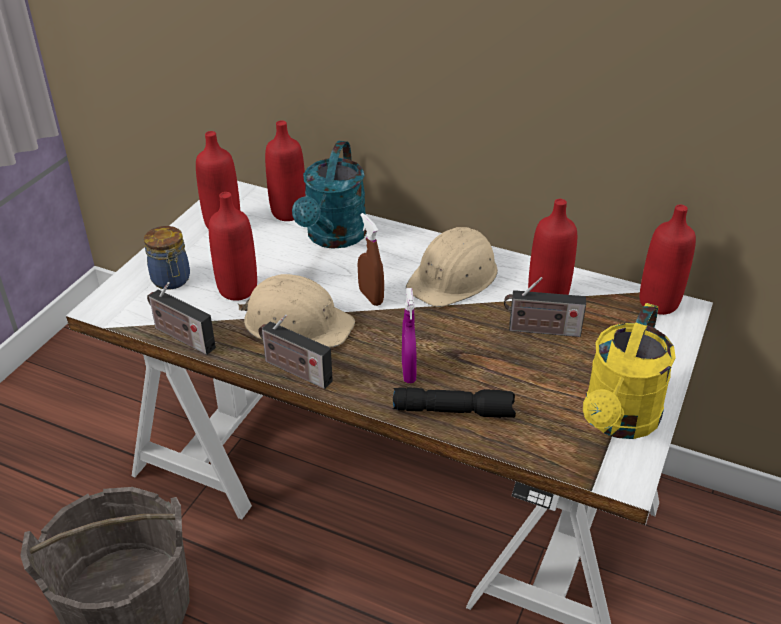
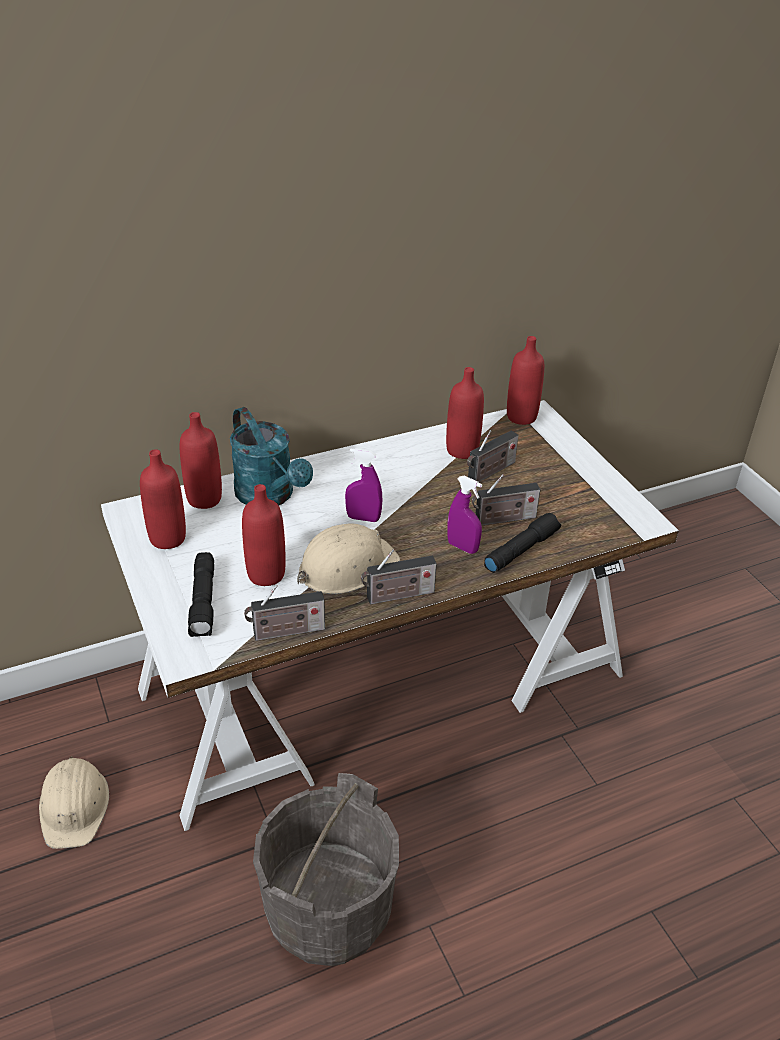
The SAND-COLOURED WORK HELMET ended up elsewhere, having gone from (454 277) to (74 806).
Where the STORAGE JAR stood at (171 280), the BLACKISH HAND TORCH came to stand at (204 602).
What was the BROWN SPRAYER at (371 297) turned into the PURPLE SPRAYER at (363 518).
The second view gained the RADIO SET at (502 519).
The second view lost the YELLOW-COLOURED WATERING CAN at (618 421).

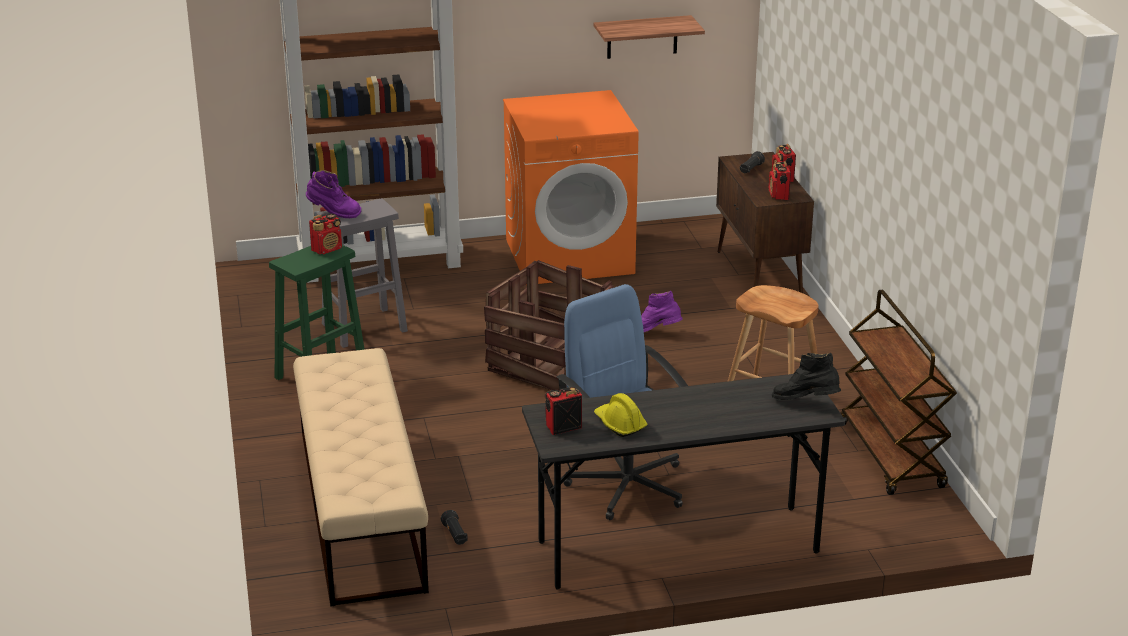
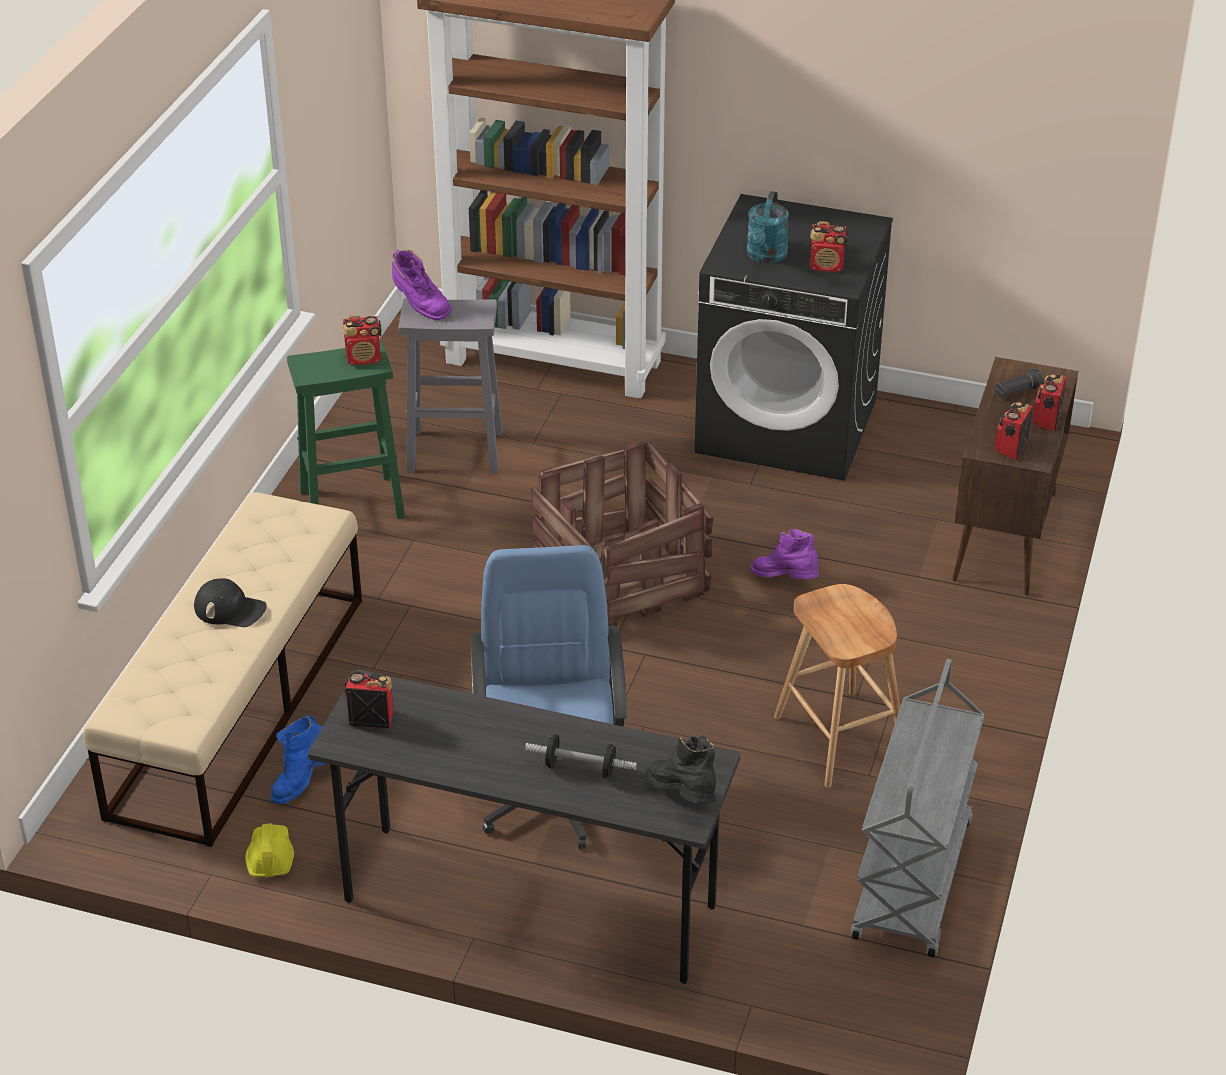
The second view gained the BLACKISH PEAKED CAP at (230 609).
The YELLOW-COLOURED WORK HELMET ended up elsewhere, having gone from (619 424) to (270 857).
Where the BLACKISH HAND TORCH stood at (455 535), the BLUISH TALL BOOT came to stand at (304 782).
The second view gained the HAND WEIGHT at (580 768).
What was the ORANGE-COLOURED LAUNDRY MACHINE at (570 256) turned into the BLACKISH LAUNDRY MACHINE at (788 425).
The second view gained the BLUE-GREEN WATERING CAN at (765 257).
The second view gained the RADIO SET at (827 266).
What was the BROWN CART at (891 456) turned into the GREYISH CART at (913 882).
The second view lost the SHELF at (642 37).

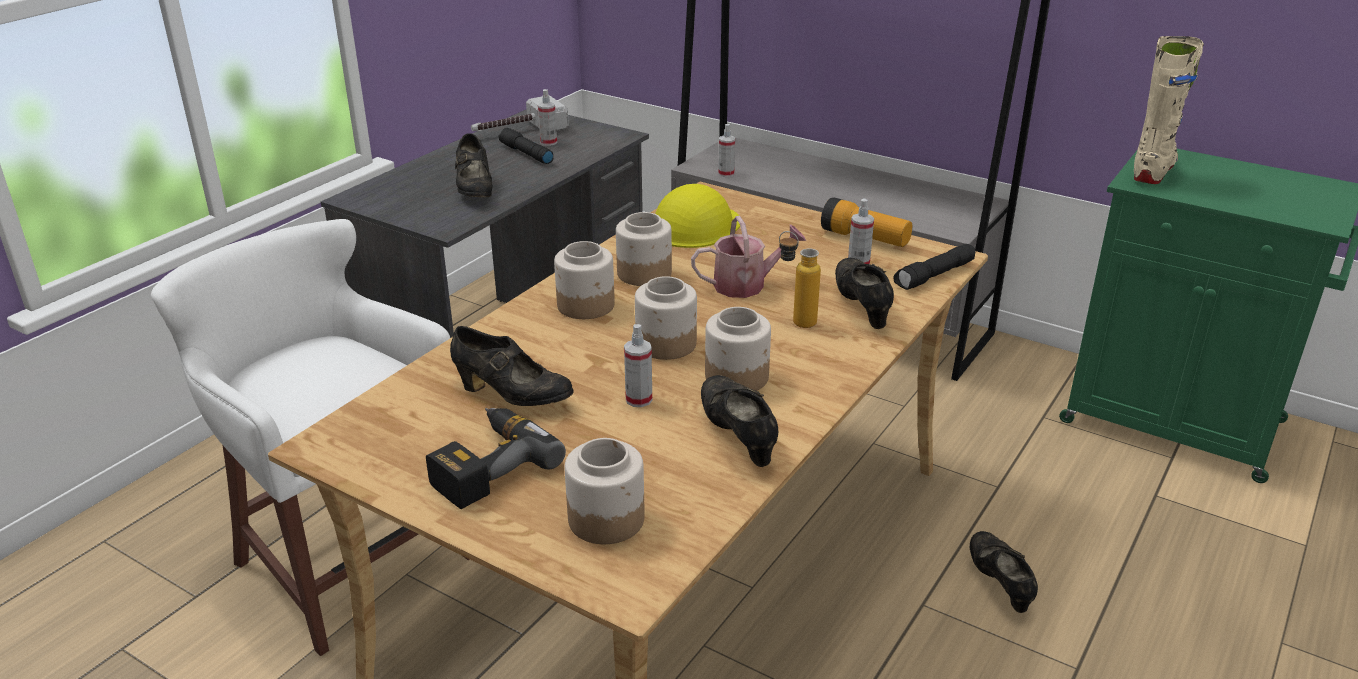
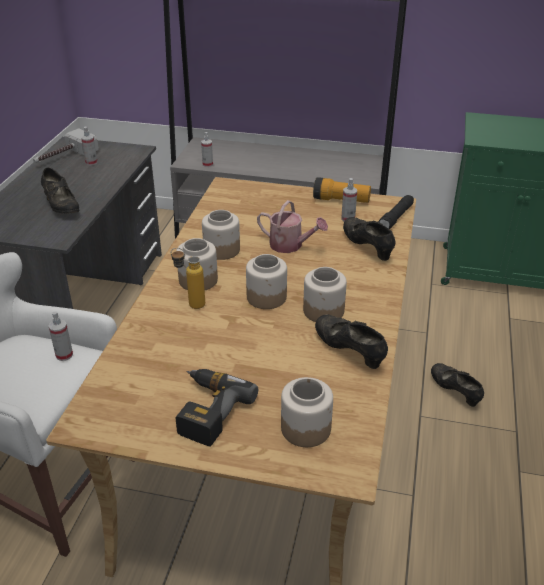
The SPRAYER ended up elsewhere, having gone from (639 399) to (64 355).
The BOTTLE ended up elsewhere, having gone from (795 320) to (190 304).
The WATERING CAN at (746 285) ended up facing another way, 60 degrees clockwise from before.
The second view lost the BLACKISH ITEM OF FOOTWEAR at (512 396).
The second view lost the BLACKISH HAND TORCH at (525 154).
The second view lost the YELLOW-COLOURED WORK HELMET at (695 226).
The second view lost the SAND-COLOURED TALL BOOT at (1153 170).

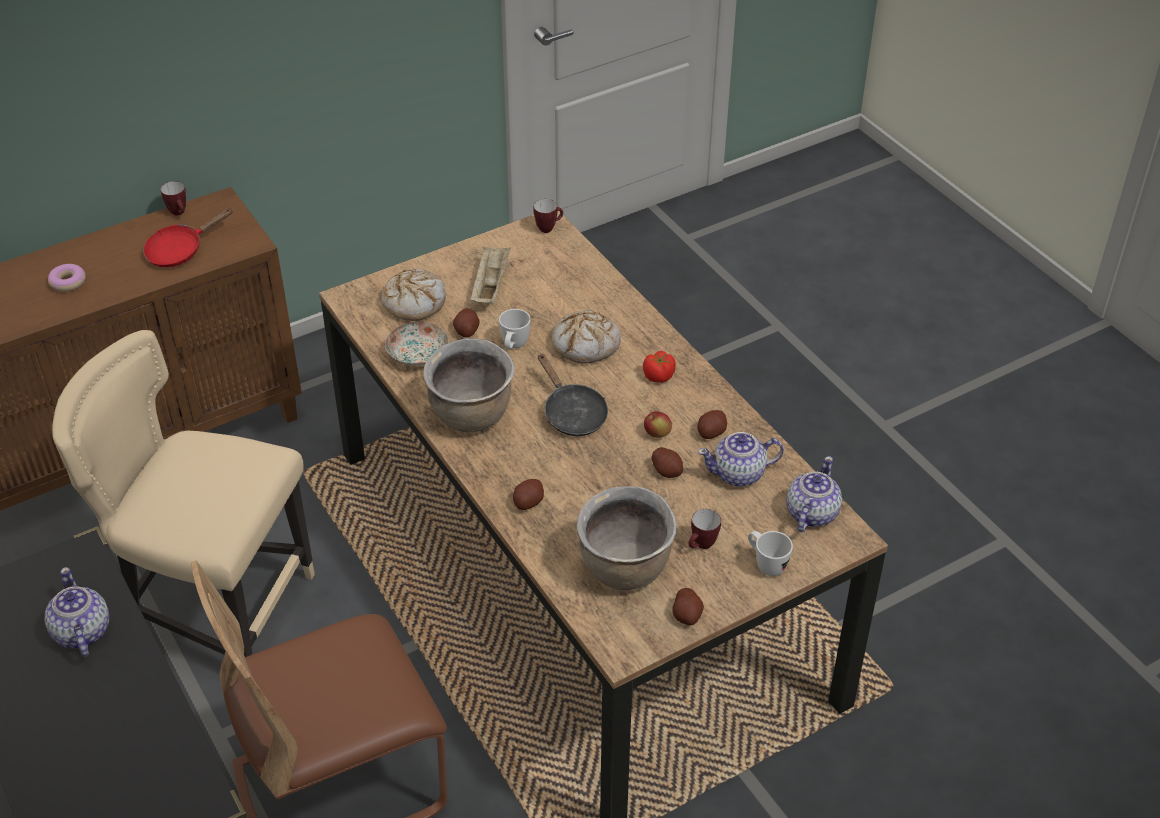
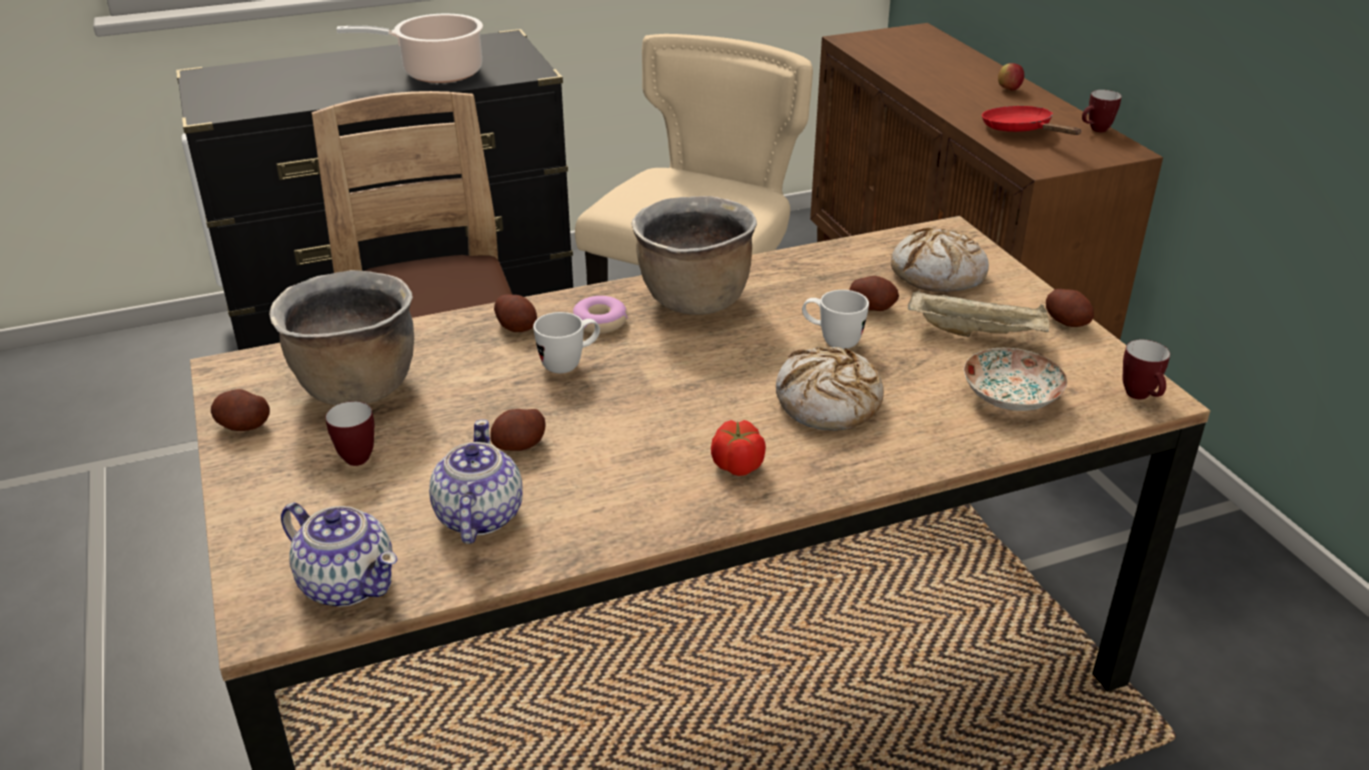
Where the TEA POT stood at (81 632), the STOCKPOT came to stand at (437 73).
The WHITE COFFEE MUG ended up elsewhere, having gone from (765 564) to (569 364).
The DOUGHNUT ended up elsewhere, having gone from (68 282) to (600 322).
The FLAT DISH ended up elsewhere, having gone from (418 353) to (1012 396).
The APPLE FRUIT ended up elsewhere, having gone from (657 434) to (1009 89).
The POTATO ended up elsewhere, having gone from (711 432) to (1067 322).
The second view lost the BLACKISH FRYING PAN at (572 413).

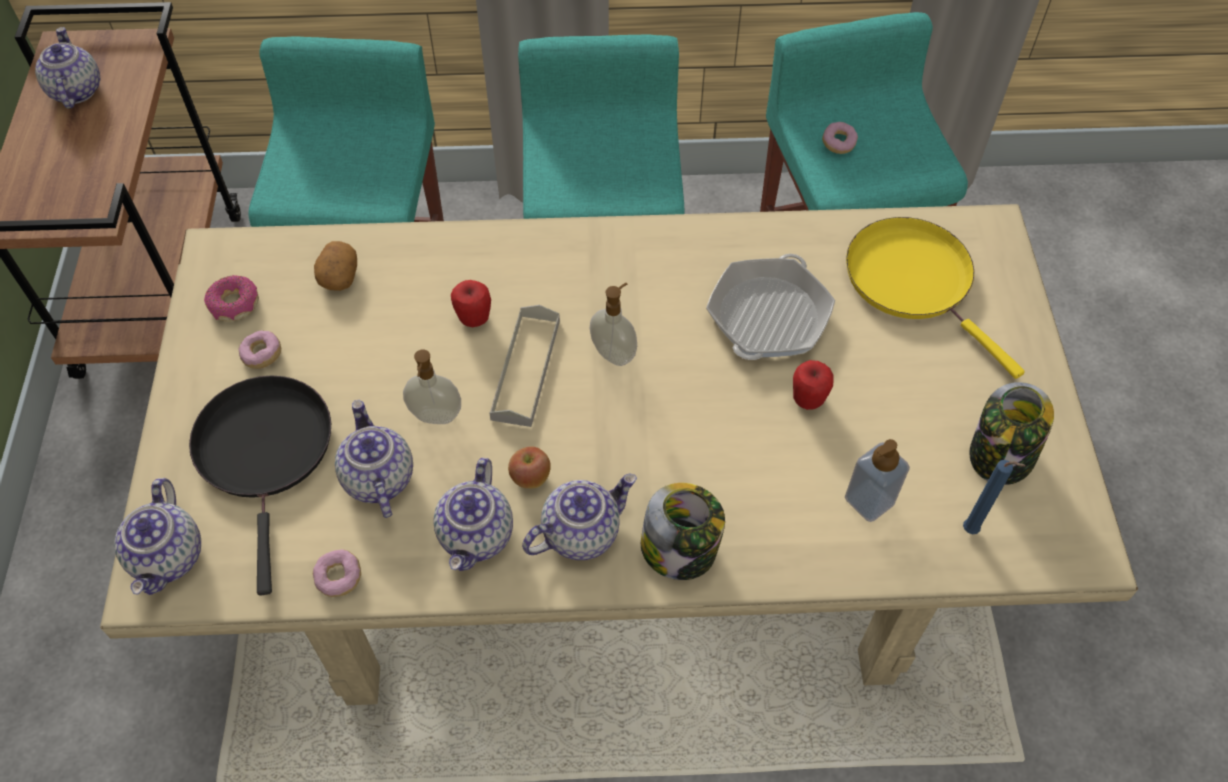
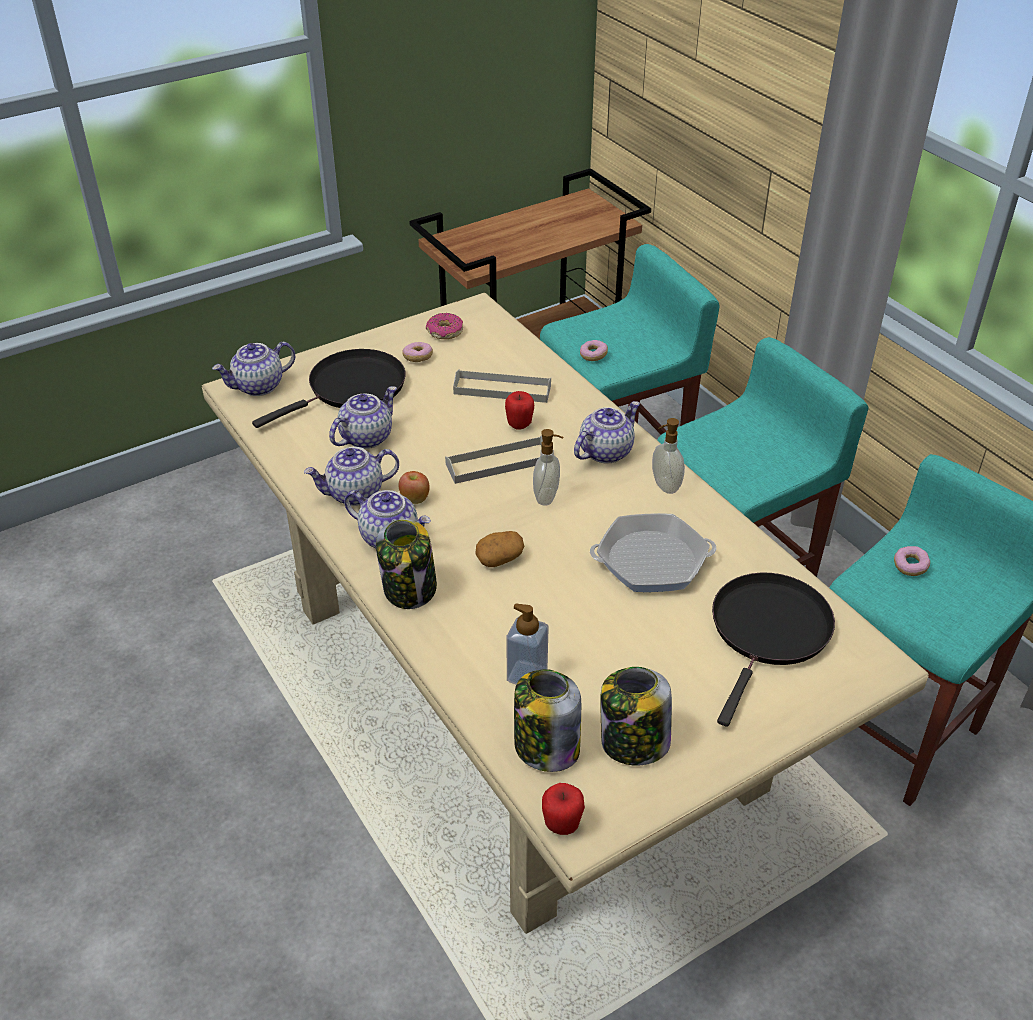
The second view gained the GREYISH TRAY at (502 389).
The POTATO ended up elsewhere, having gone from (338 275) to (499 558).
Where the BLUISH CANDLE stood at (972 531), the STORAGE JAR came to stand at (545 747).
The APPLE FRUIT ended up elsewhere, having gone from (808 399) to (562 825).
The TEA POT ended up elsewhere, having gone from (75 90) to (605 451).
The DOUGHNUT ended up elsewhere, having gone from (339 578) to (593 356).
The SOAP BOTTLE ended up elsewhere, having gone from (435 417) to (664 486).
What was the YELLOW-COLOURED FRYING PAN at (914 281) turned into the BLACKISH FRYING PAN at (768 632).

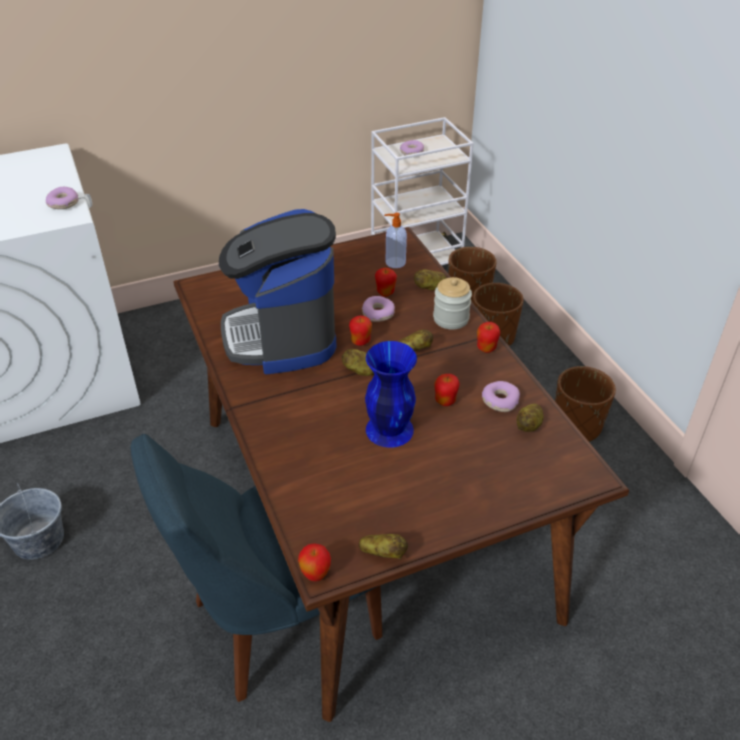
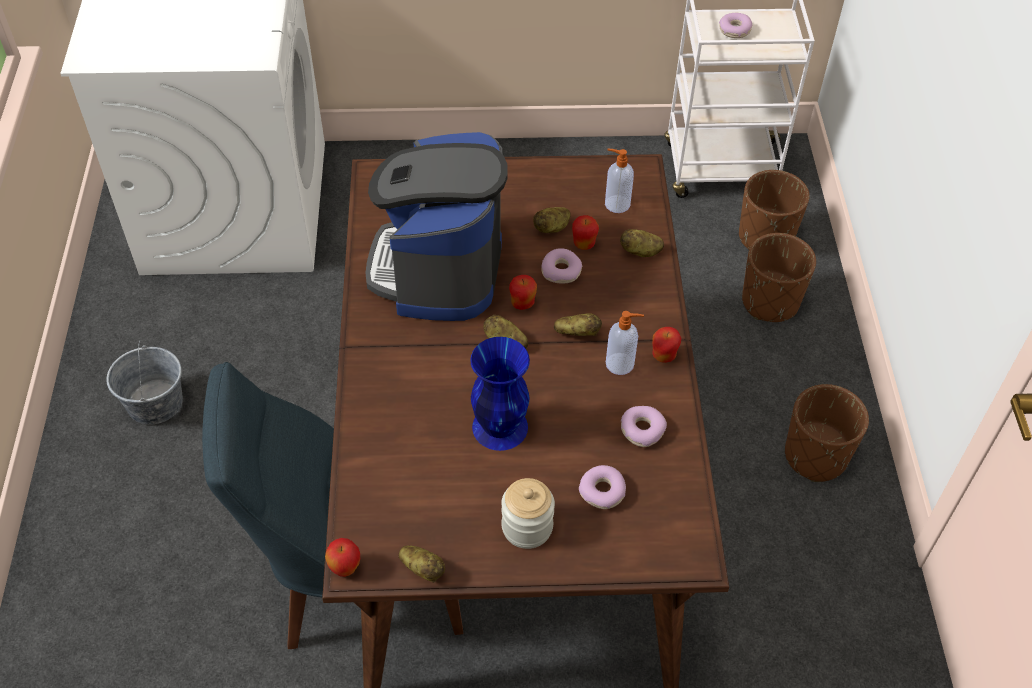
The STORAGE JAR ended up elsewhere, having gone from (451 319) to (527 527).
The POTATO ended up elsewhere, having gone from (529 426) to (552 228).
The DOUGHNUT ended up elsewhere, having gone from (64 203) to (602 491).
The second view gained the SOAP BOTTLE at (621 364).
The second view lost the APPLE FRUIT at (445 401).

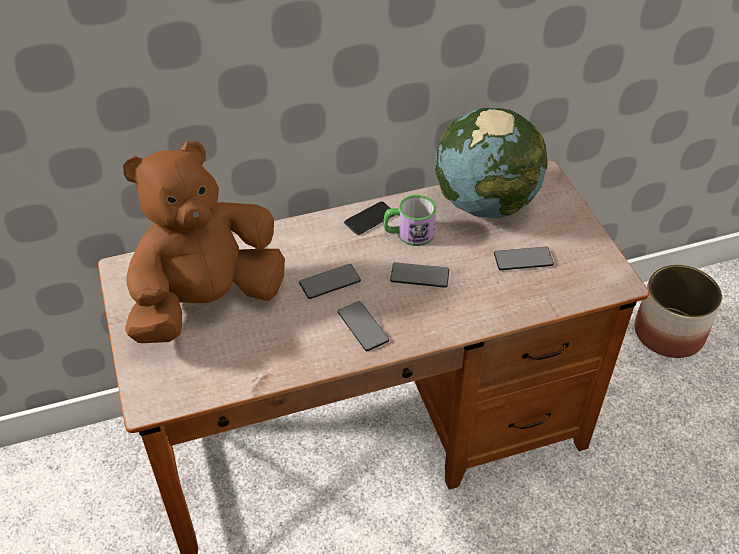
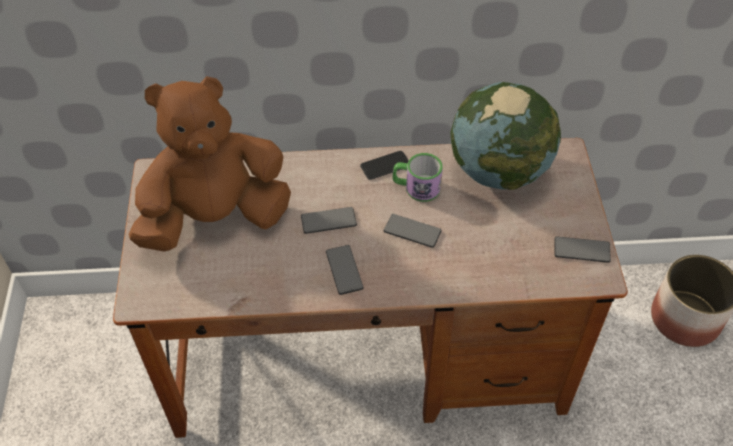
The HANDSET ended up elsewhere, having gone from (523 259) to (581 250).

